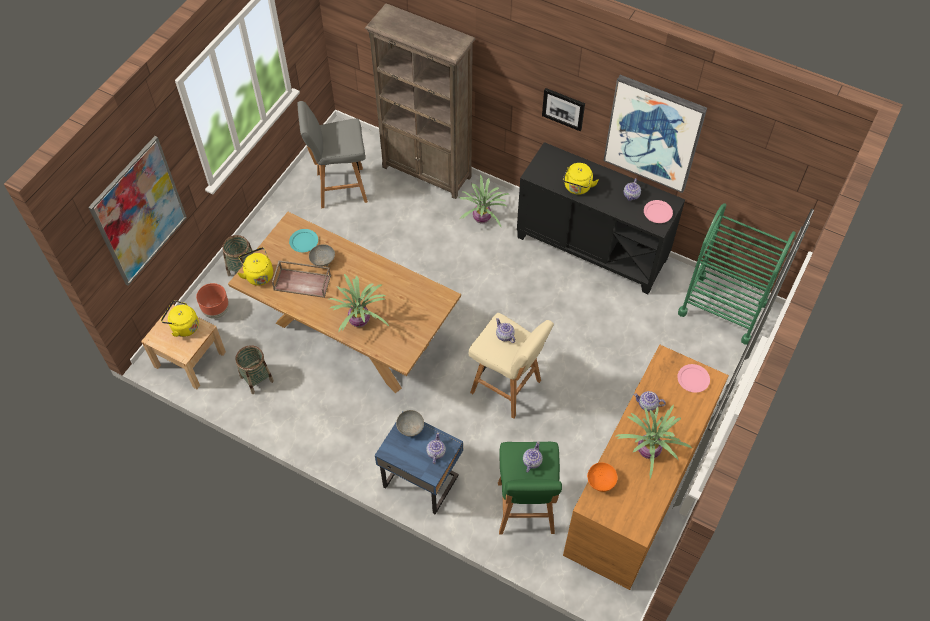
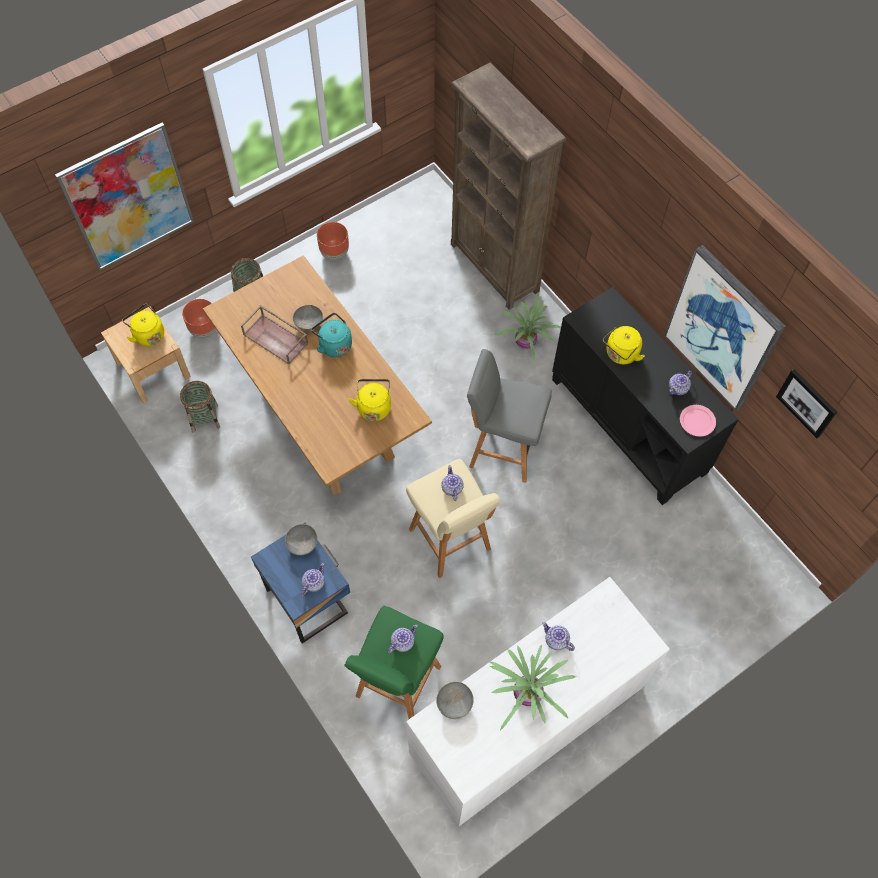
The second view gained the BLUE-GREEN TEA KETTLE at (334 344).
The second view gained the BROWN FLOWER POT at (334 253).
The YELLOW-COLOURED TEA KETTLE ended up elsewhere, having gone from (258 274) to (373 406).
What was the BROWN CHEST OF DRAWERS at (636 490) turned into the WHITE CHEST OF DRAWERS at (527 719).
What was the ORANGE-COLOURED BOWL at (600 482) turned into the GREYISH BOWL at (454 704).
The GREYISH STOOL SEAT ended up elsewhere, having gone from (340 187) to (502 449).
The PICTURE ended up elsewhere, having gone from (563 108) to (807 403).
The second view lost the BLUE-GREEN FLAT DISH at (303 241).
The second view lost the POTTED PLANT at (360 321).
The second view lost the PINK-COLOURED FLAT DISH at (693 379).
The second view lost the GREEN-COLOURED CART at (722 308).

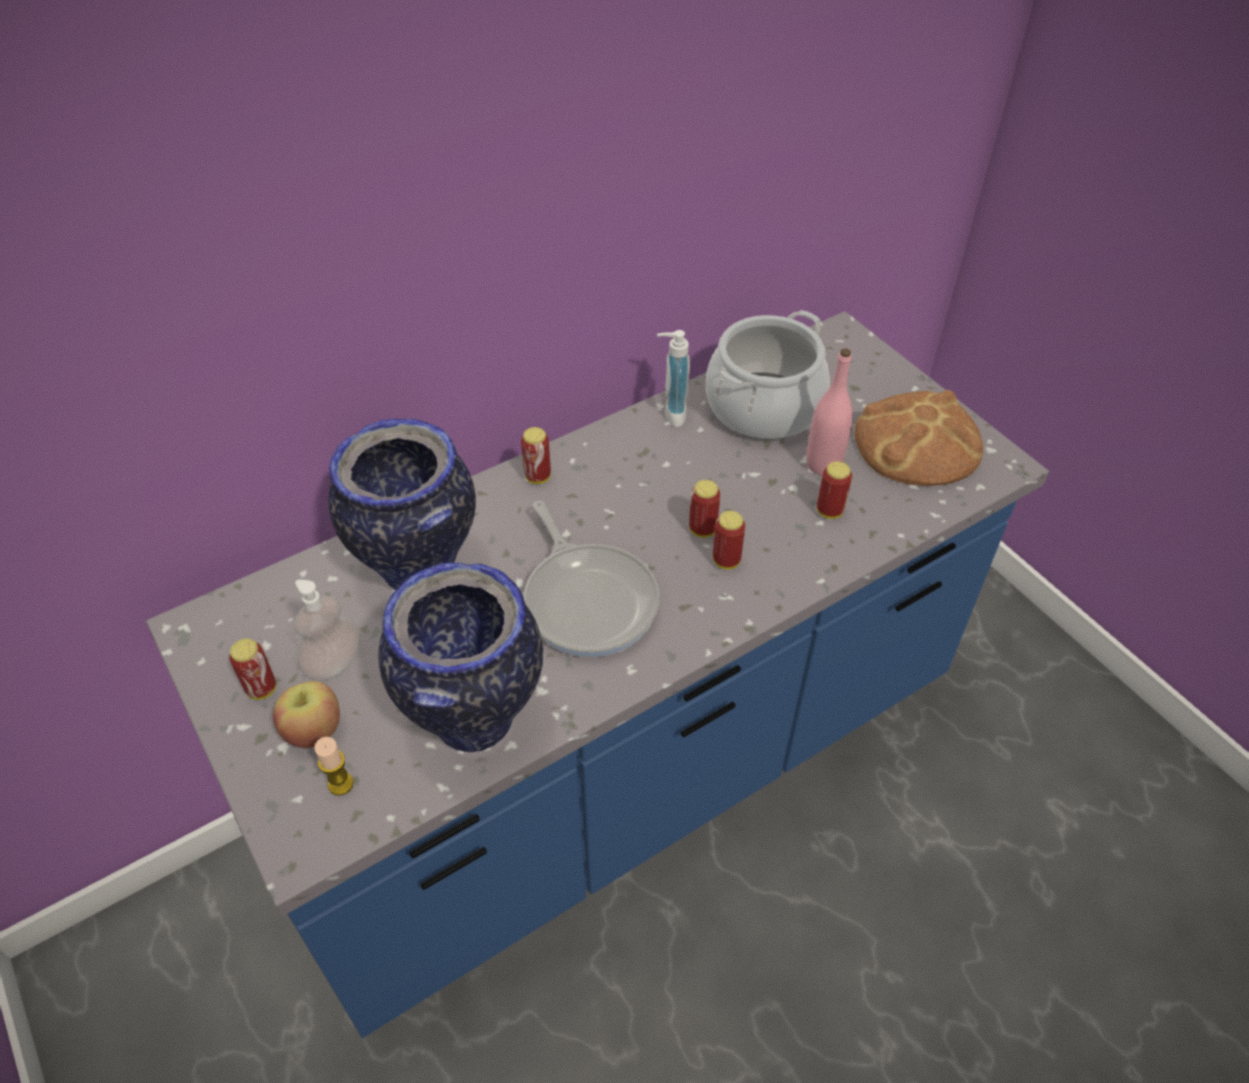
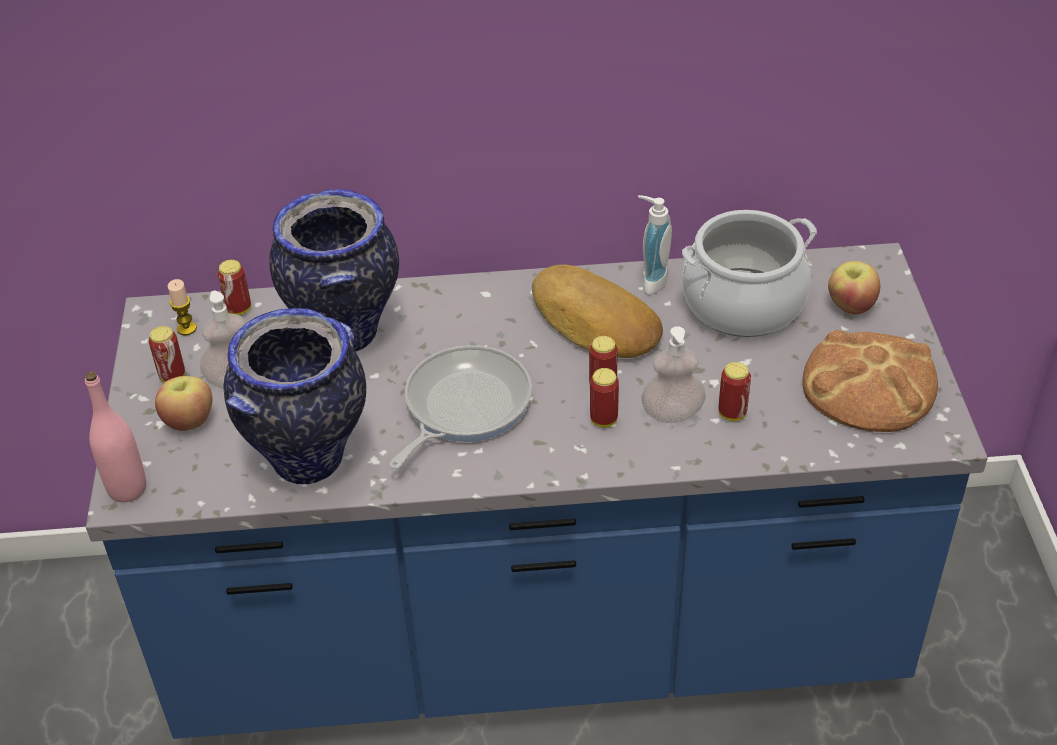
The PINK-COLOURED BOTTLE ended up elsewhere, having gone from (823 464) to (127 489).
The CANDLE ended up elsewhere, having gone from (340 784) to (186 328).
The METAL CAN ended up elsewhere, having gone from (538 476) to (238 309).
The FRYING PAN at (588 599) ended up facing another way, 150 degrees counterclockwise from before.
The second view gained the BREAD at (593 323).
The second view gained the SOAP BOTTLE at (672 413).
The second view gained the APPLE FRUIT at (850 305).

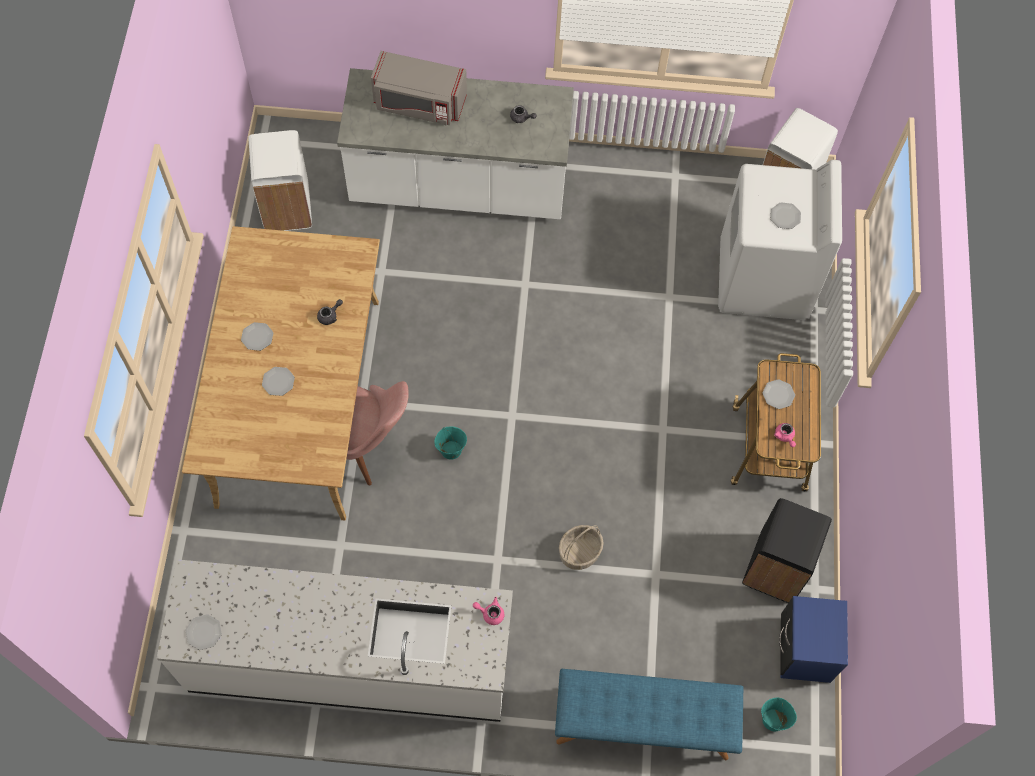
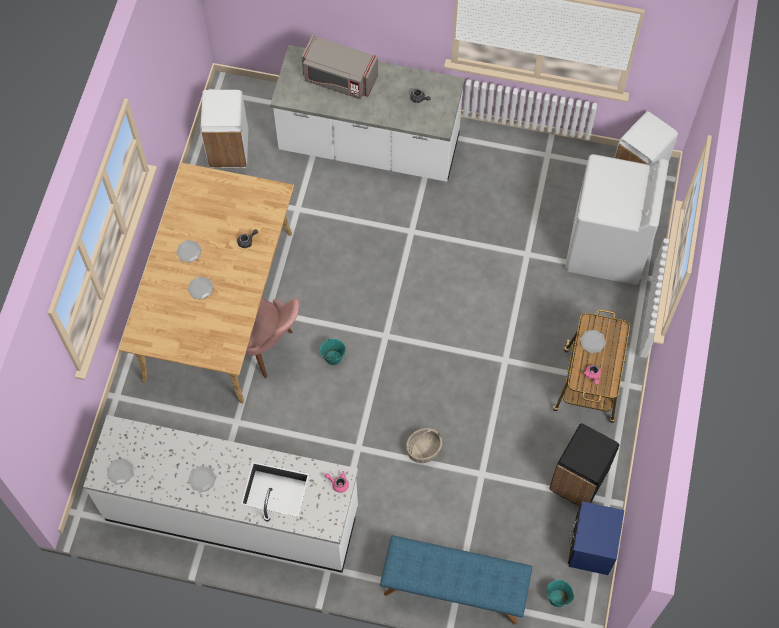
The FLAT DISH ended up elsewhere, having gone from (785 216) to (202 479).

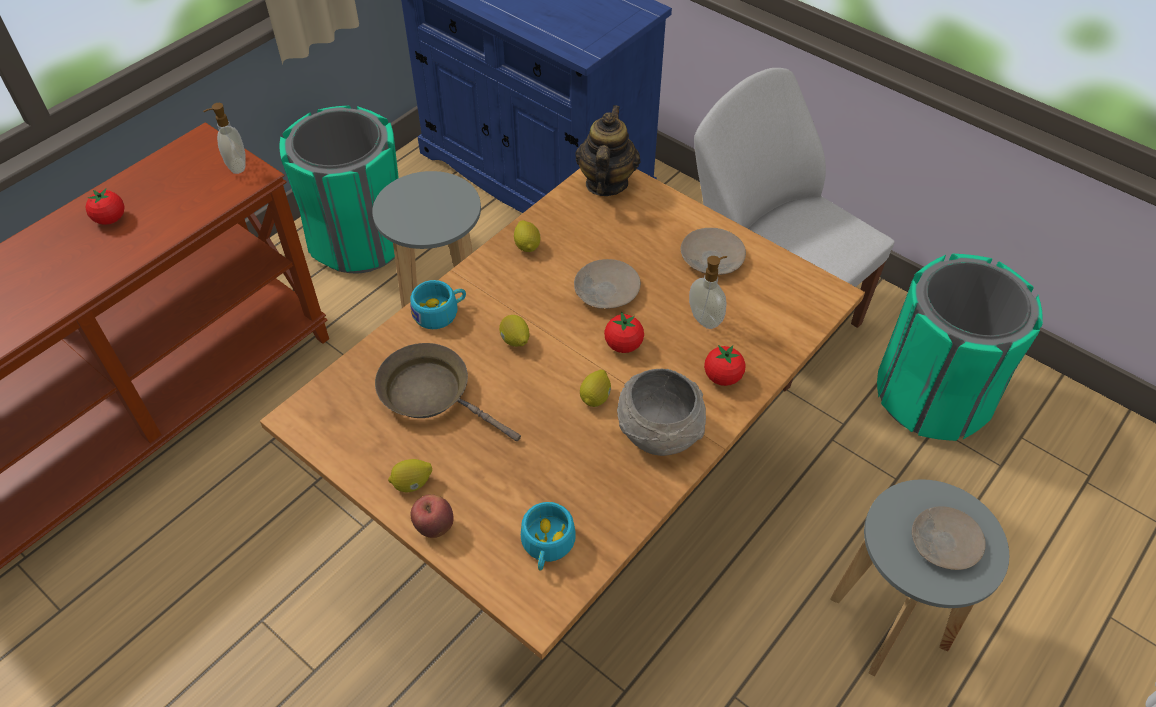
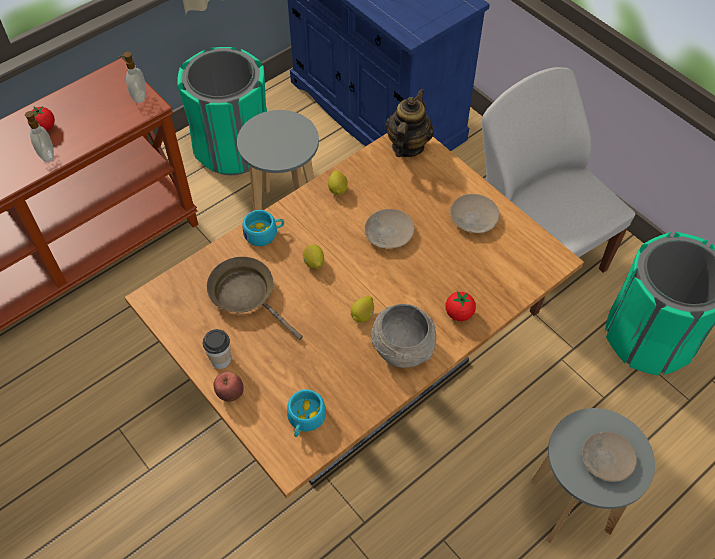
The SOAP BOTTLE ended up elsewhere, having gone from (706 318) to (48 155).
Where the WHOLE LEMON stood at (412 484), the CUP came to stand at (221 359).
The second view lost the FRESH TOMATO at (623 345).

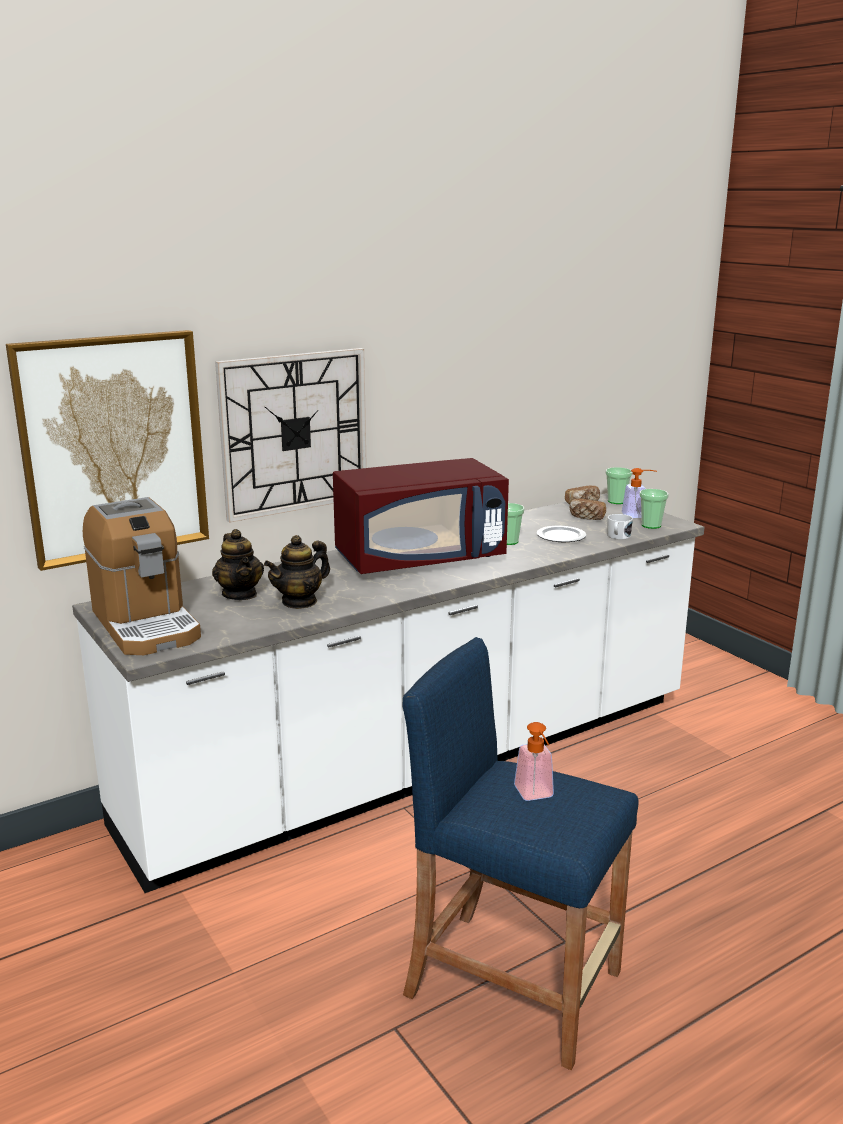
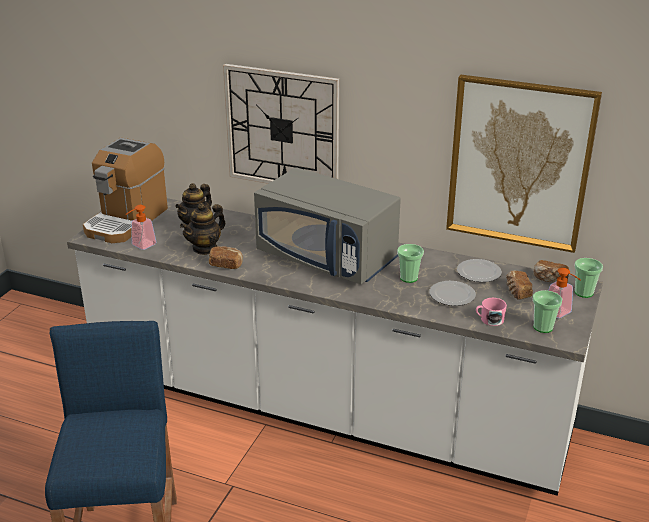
The SOAP BOTTLE ended up elsewhere, having gone from (536 795) to (141 246).
The TEA POT at (299 602) ended up facing another way, 60 degrees counterclockwise from before.
The second view gained the BREAD at (226 265).
What was the RED-COLOURED MICROWAVE OVEN at (420 558) turned into the GREYISH MICROWAVE OVEN at (328 258).
The PICTURE ended up elsewhere, having gone from (113 448) to (519 163).
The second view gained the FLAT DISH at (478 273).
What was the WHITE COFFEE MUG at (618 536) turned into the PINK-COLOURED COFFEE MUG at (489 320).

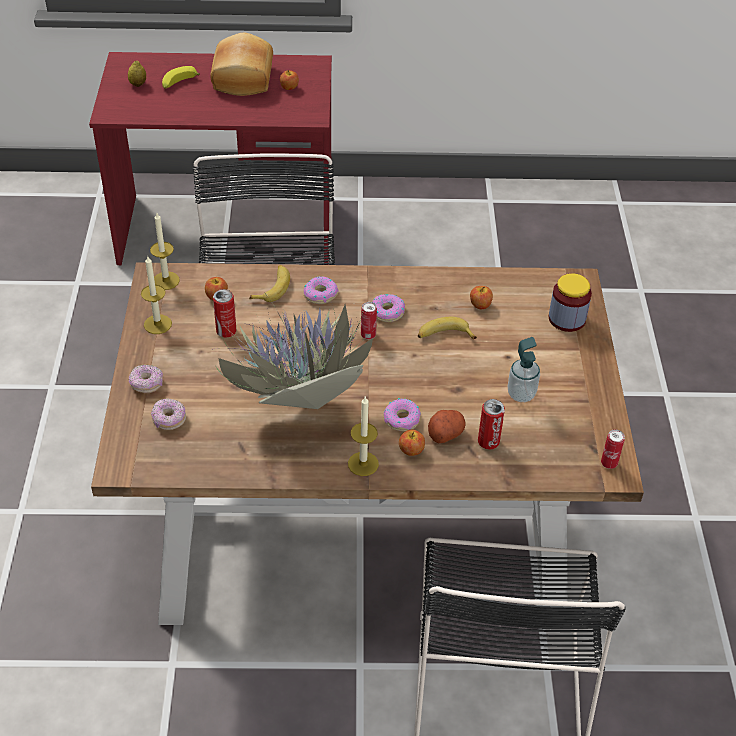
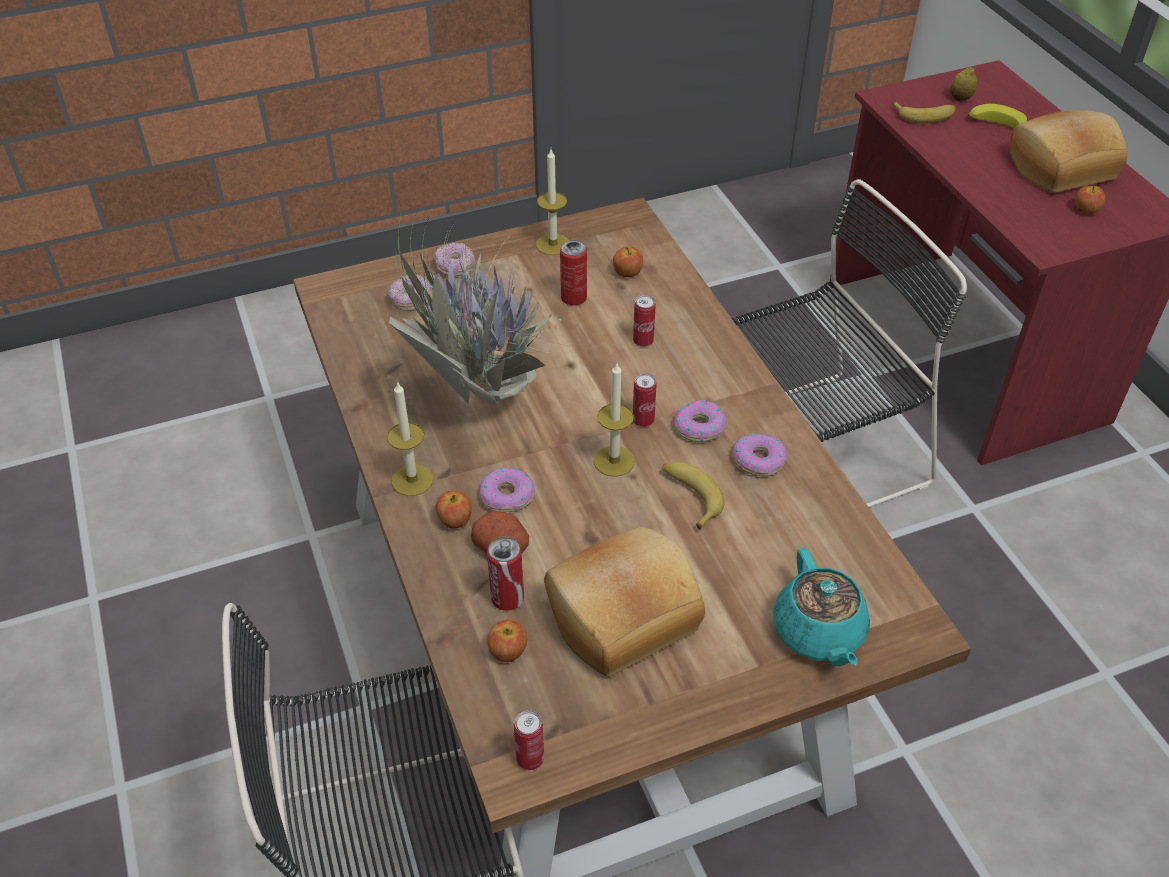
The APPLE FRUIT ended up elsewhere, having gone from (480 305) to (508 651).
Where the SOAP BOTTLE stood at (521 394), the BREAD came to stand at (621 614).
The CANDLE ended up elsewhere, having gone from (166 280) to (614 461).
The second view gained the METAL CAN at (643 341).
The DOUGHNUT ended up elsewhere, having gone from (320 294) to (758 460).
Where the STORAGE JAR stood at (567 319), the BLUE-GREEN TEA POT came to stand at (818 633).
The WHOLE BANANA ended up elsewhere, having gone from (273 287) to (925 116).

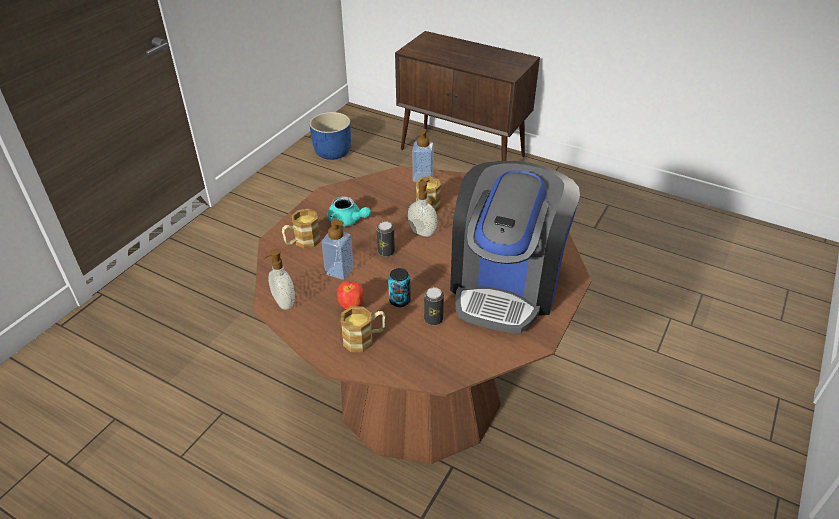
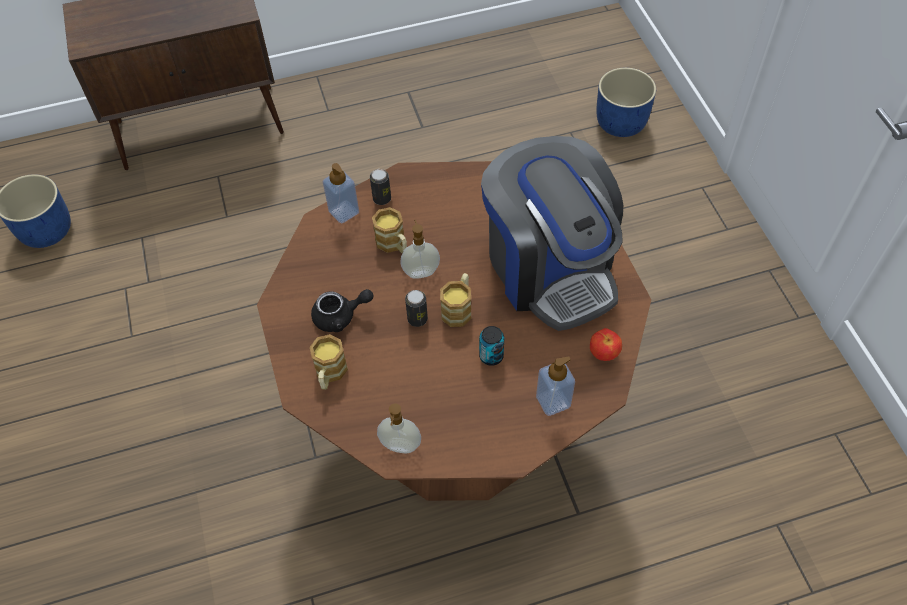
What was the BLUE-GREEN TEA POT at (348 221) turned into the BLACKISH TEA POT at (340 316).
The METAL CAN ended up elsewhere, having gone from (433 319) to (382 198).
The COFFEE MUG ended up elsewhere, having gone from (364 339) to (458 308).
The SOAP BOTTLE ended up elsewhere, having gone from (339 271) to (553 401).
The APPLE FRUIT ended up elsewhere, having gone from (352 306) to (603 354).
The second view gained the BLUISH FLOWER POT at (620 123).

